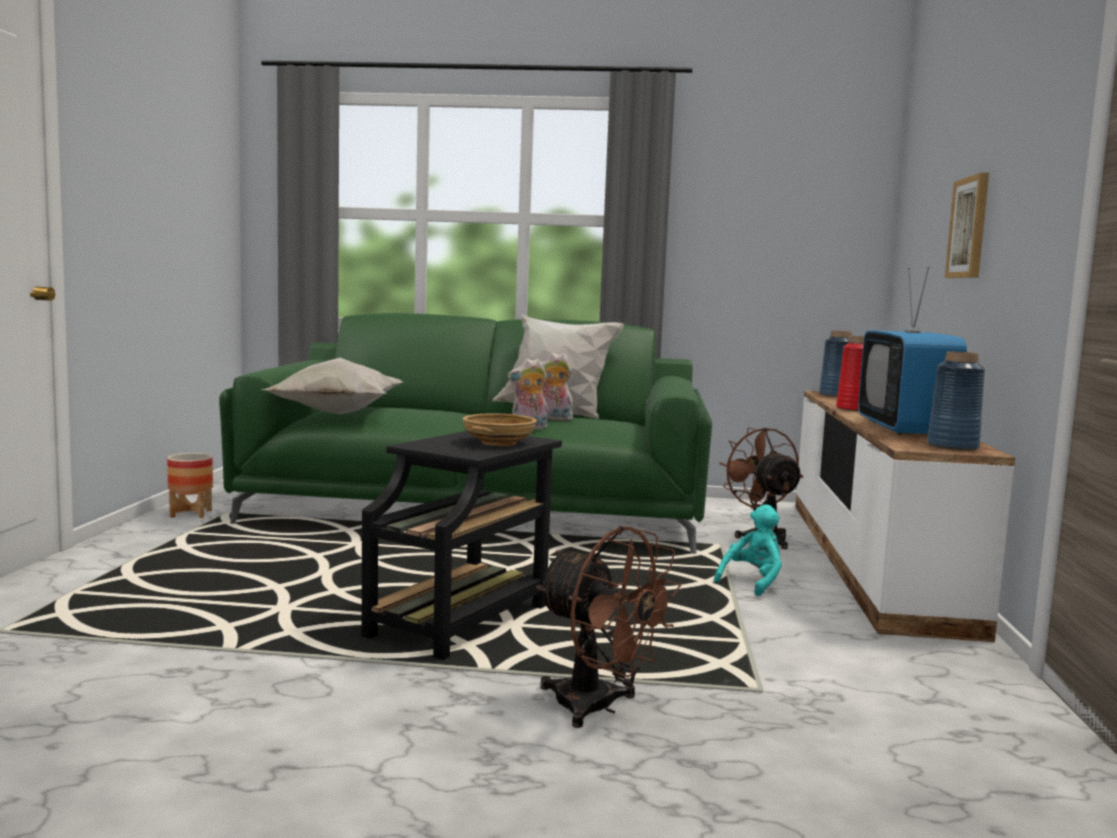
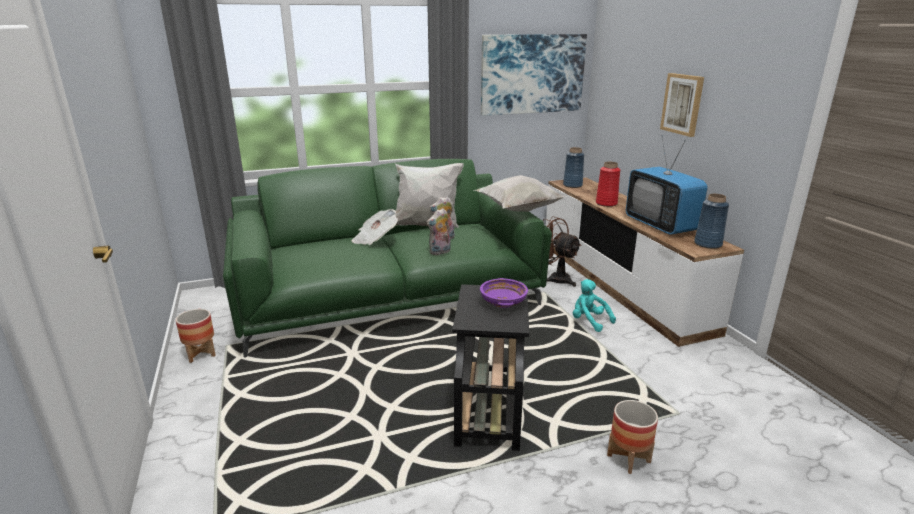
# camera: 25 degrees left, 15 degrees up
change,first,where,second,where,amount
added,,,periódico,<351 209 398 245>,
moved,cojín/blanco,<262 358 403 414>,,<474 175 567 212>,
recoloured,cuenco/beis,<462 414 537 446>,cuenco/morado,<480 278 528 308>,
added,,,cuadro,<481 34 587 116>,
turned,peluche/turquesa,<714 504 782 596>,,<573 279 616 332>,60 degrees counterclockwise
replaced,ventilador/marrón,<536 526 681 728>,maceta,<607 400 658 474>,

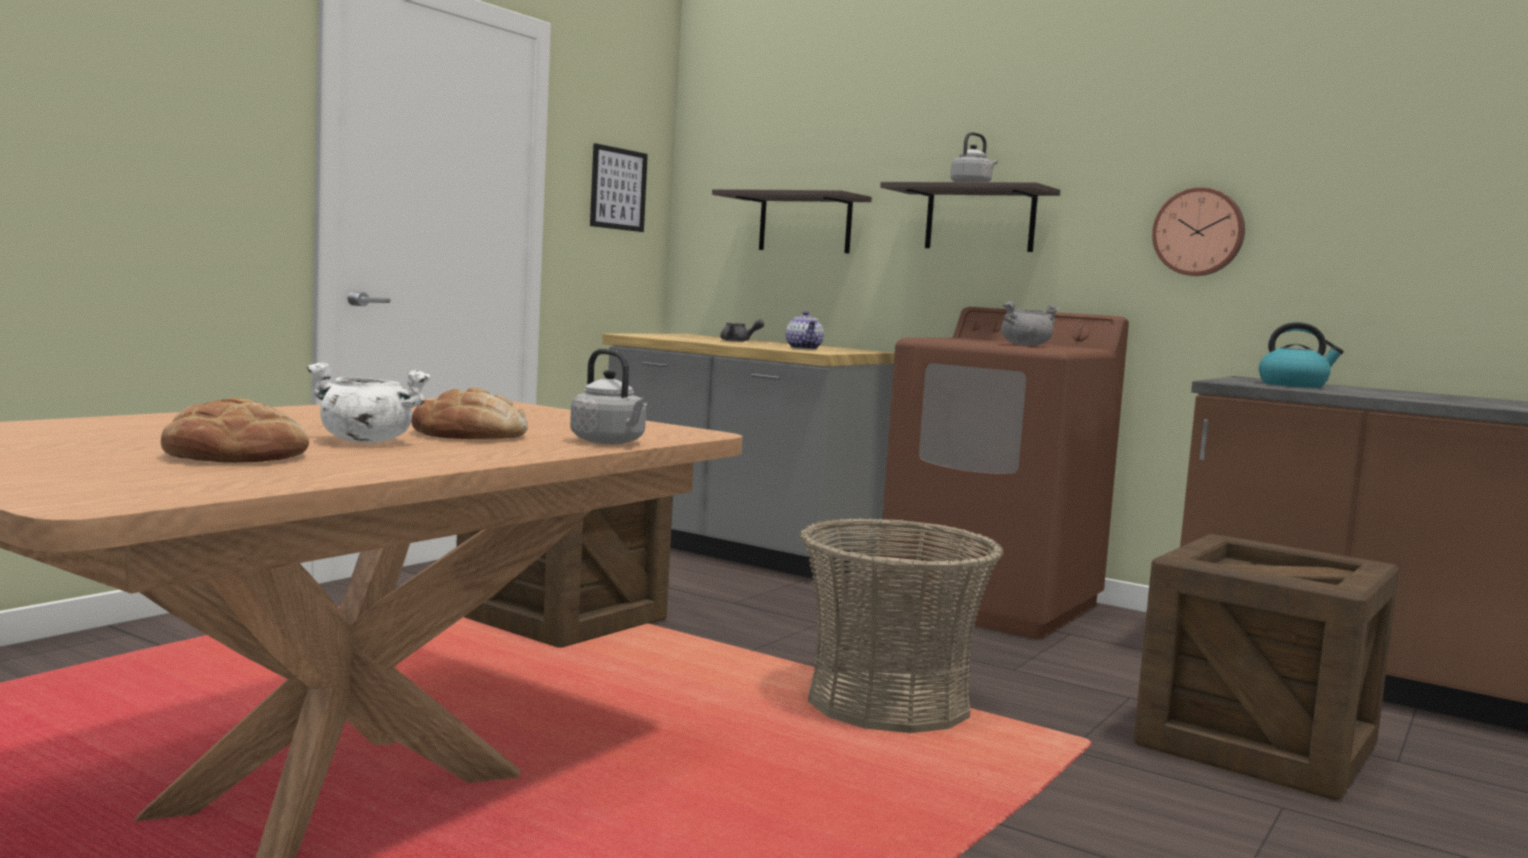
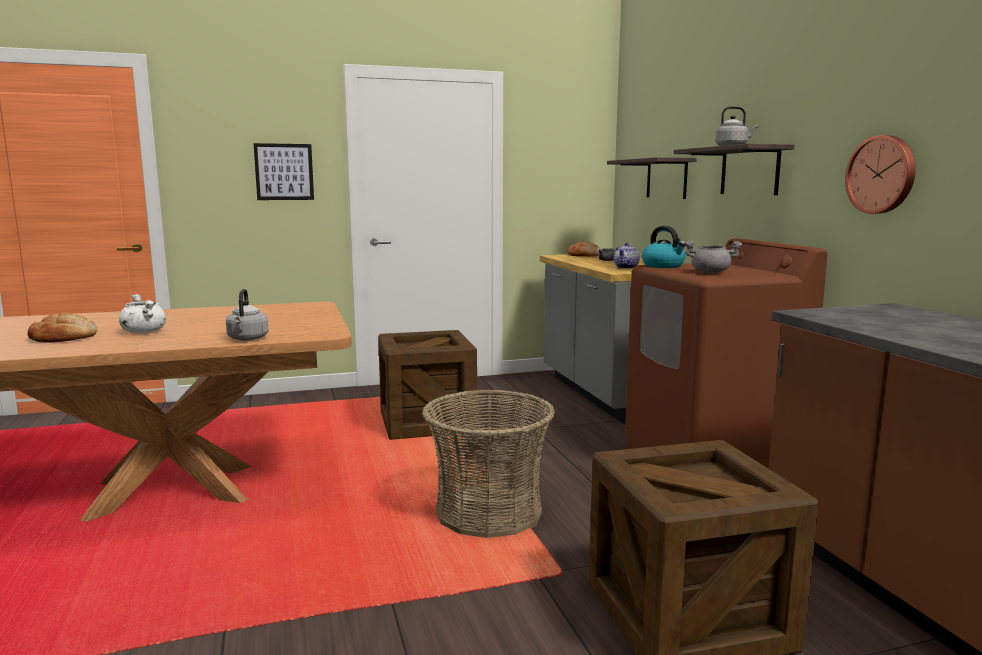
# camera: 40 degrees right, 5 degrees up
change,first,where,second,where,amount
moved,cuadro,<590 143 648 232>,,<254 143 314 200>,
moved,pan,<411 388 528 439>,,<567 241 601 256>,
moved,hervidor,<1259 322 1344 388>,,<642 226 685 268>,

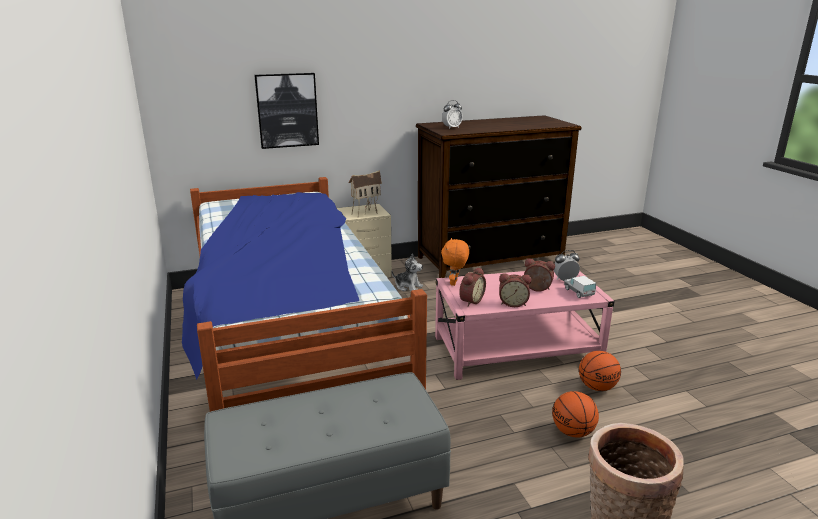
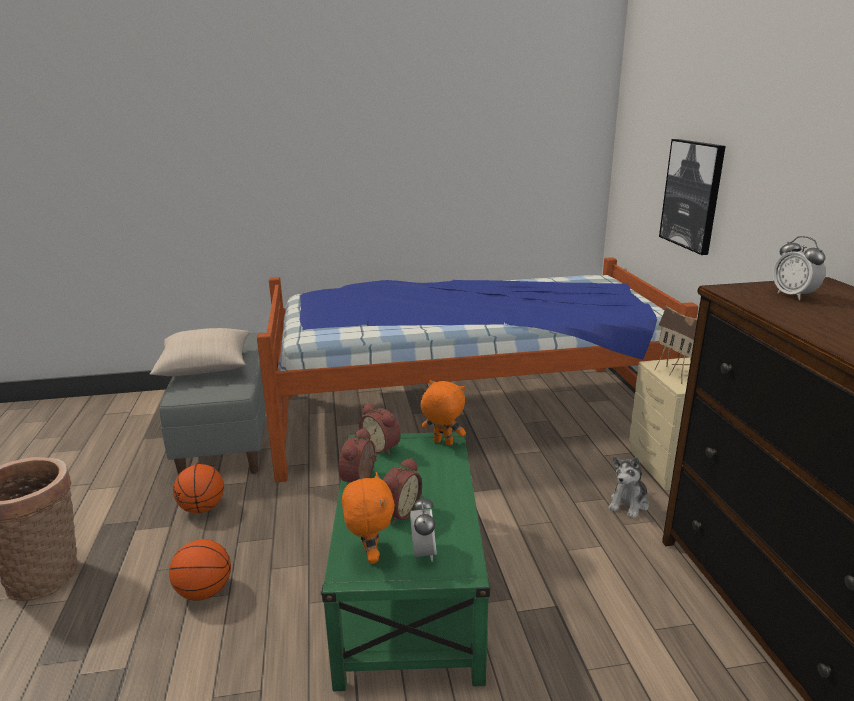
# camera: 100 degrees right, 0 degrees up
change,first,where,second,where,amount
added,,,cojín/beis,<150 328 249 376>,
moved,balón de baloncesto,<579 351 621 391>,,<173 464 224 513>,
recoloured,mesa de centro/rosa,<435 270 615 380>,mesa de centro/verde,<321 432 491 691>,
replaced,camión de juguete,<564 276 597 298>,peluche/naranja,<342 472 395 564>,

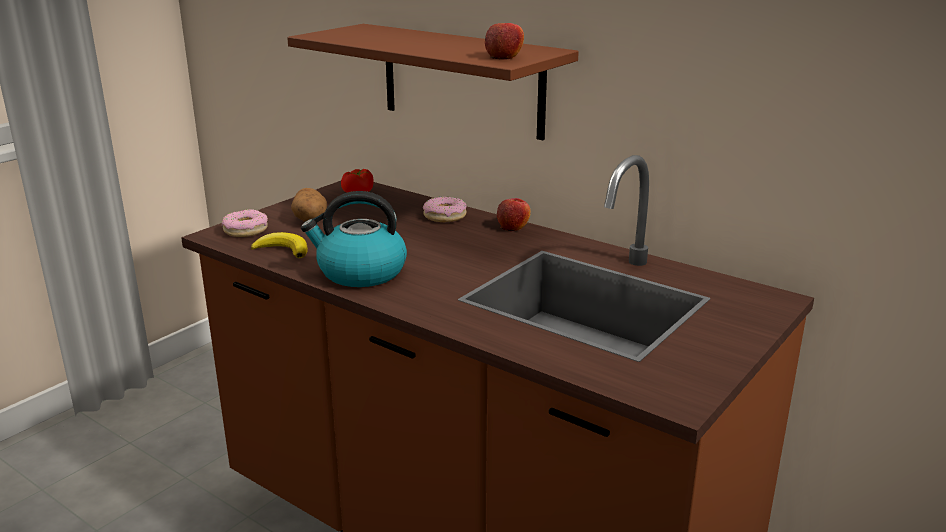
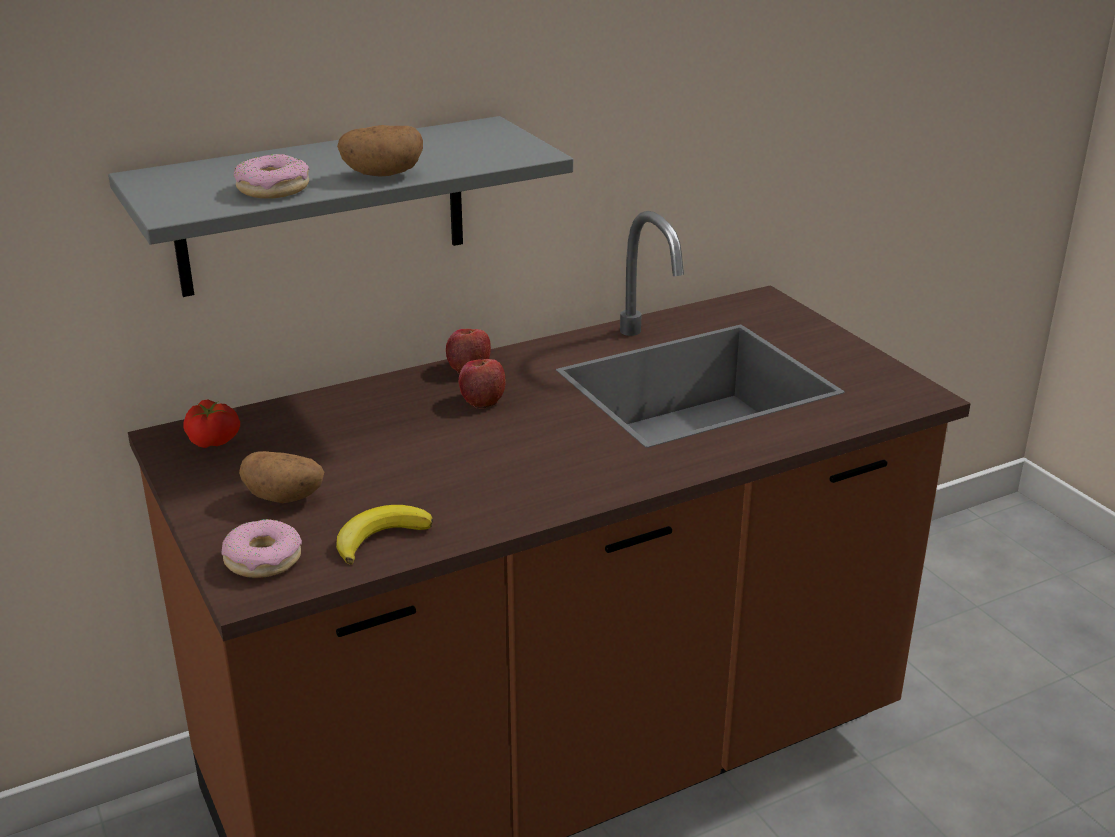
# camera: 65 degrees left, 5 degrees up
change,first,where,second,where,amount
recoloured,estante/marrón,<287 24 579 140>,estante/gris,<108 116 573 297>,
moved,rosquilla,<423 197 466 222>,,<233 154 309 199>,
added,,,patata,<337 125 423 177>,
moved,manzana,<485 23 524 60>,,<459 359 506 409>,
removed,hervidor,<301 191 407 287>,,,

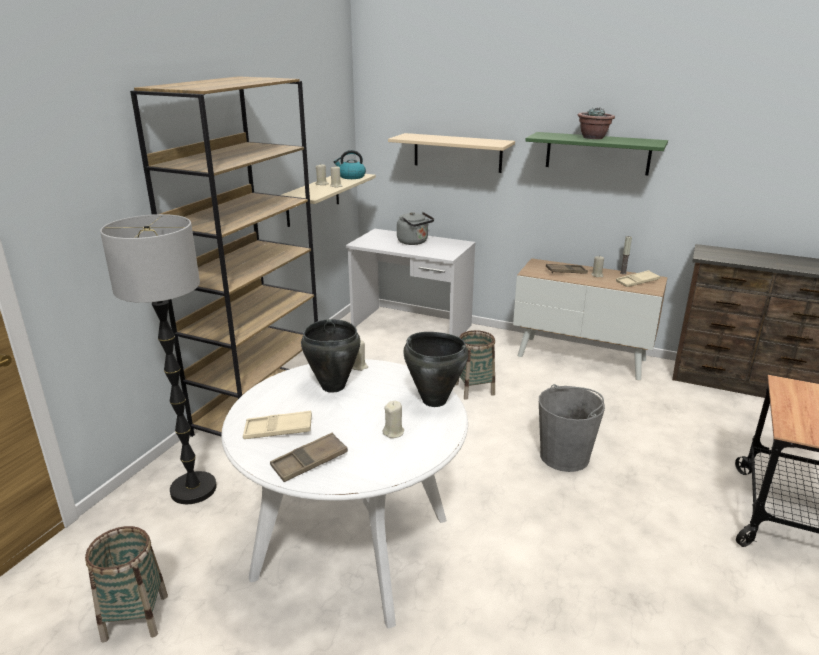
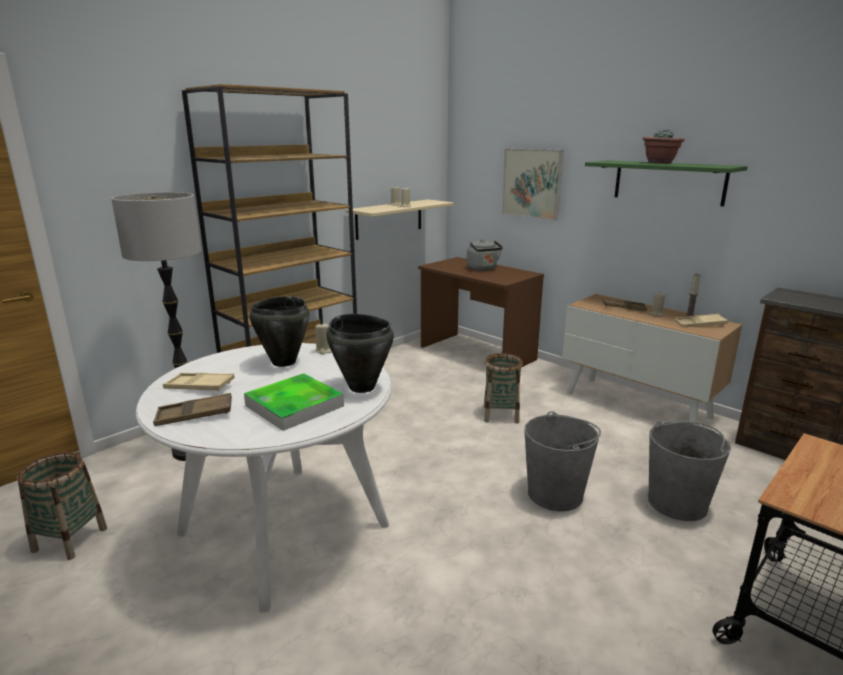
# camera: 20 degrees right, 5 degrees down
change,first,where,second,where,amount
replaced,vela/beis,<382 401 404 438>,bandeja,<244 373 344 431>,
recoloured,escritorio/blanco,<346 229 476 337>,escritorio/marrón,<418 257 544 367>,
replaced,estante/beis,<388 133 515 173>,cuadro,<502 148 564 221>,
added,,,cubo/gris,<648 421 731 521>,
removed,hervidor,<334 150 366 179>,,,

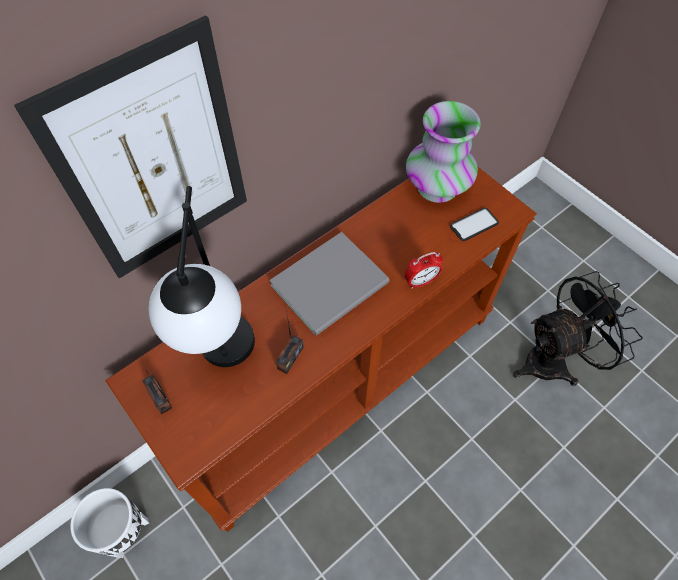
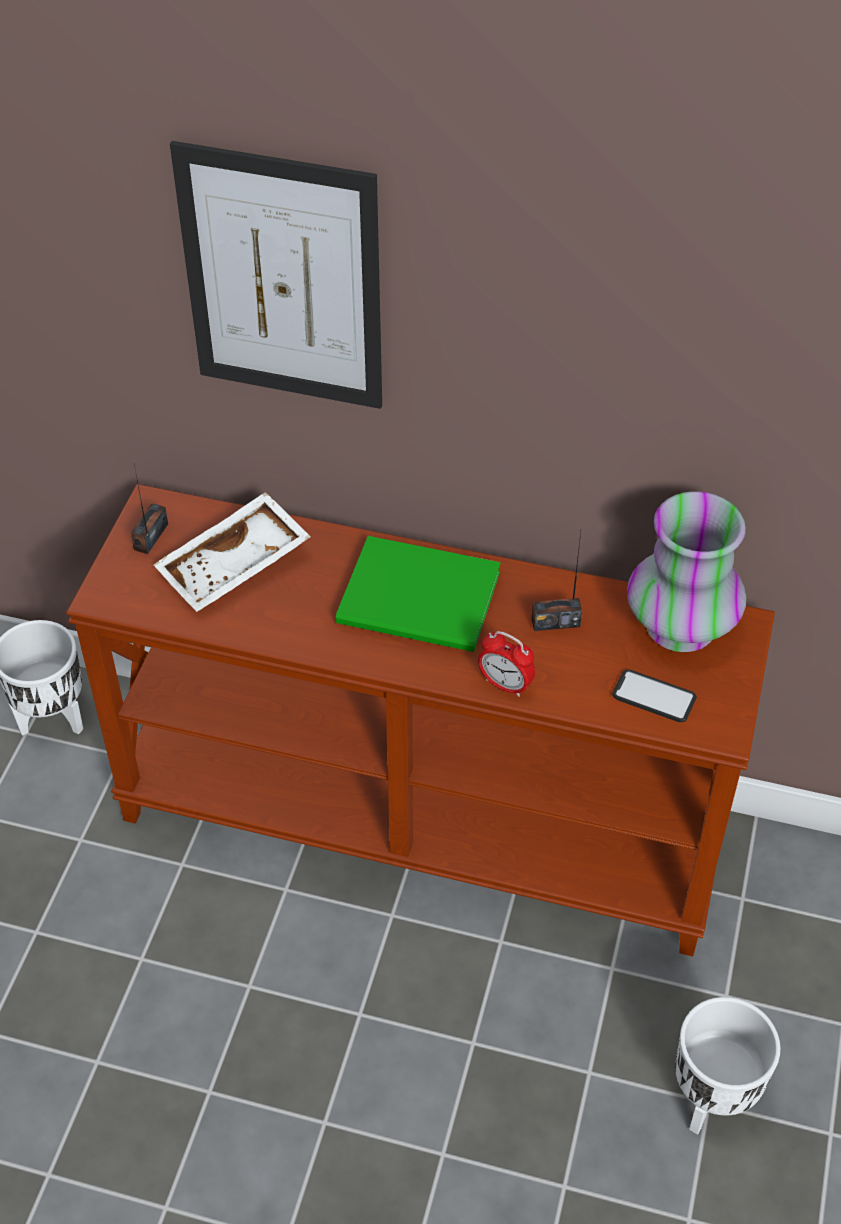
# camera: 55 degrees right, 10 degrees down
change,first,where,second,where,amount
replaced,lámpara de mesa,<149 186 255 367>,bandeja/blanco,<153 492 311 612>,
recoloured,libro/gris,<269 232 389 336>,libro/verde,<336 536 501 652>,
moved,radio,<275 304 304 374>,,<532 532 582 631>,
replaced,ventilador/negro,<513 271 643 386>,maceta/blanco,<675 997 781 1135>,

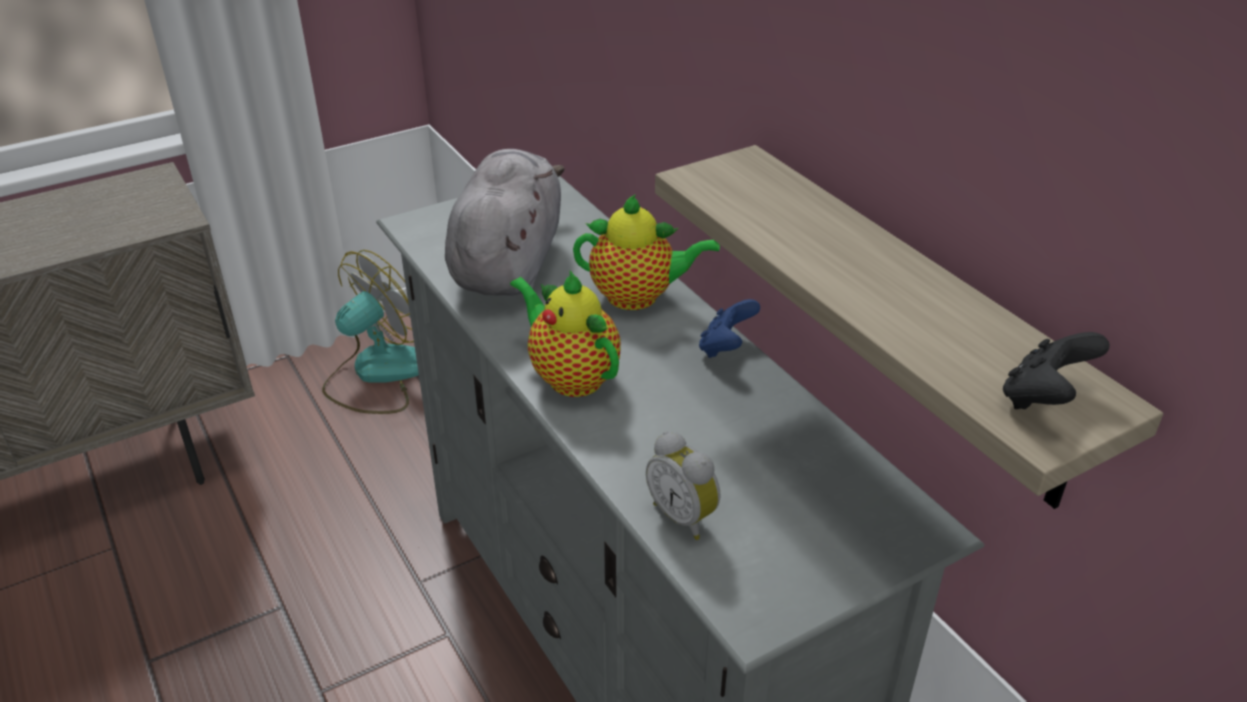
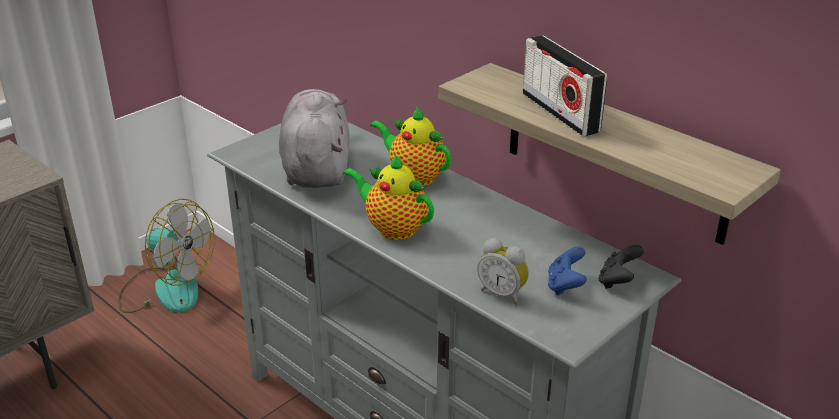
# camera: 15 degrees left, 5 degrees down
change,first,where,second,where,amount
turned,ventilador,<322 250 419 414>,,<118 199 215 313>,90 degrees clockwise
turned,tetera,<573 194 720 310>,,<370 106 451 186>,135 degrees counterclockwise
added,,,radio,<523 35 607 136>,
moved,mando de consola/azul,<699 299 760 358>,,<548 247 587 295>,
moved,mando de consola/negro,<1003 332 1110 409>,,<598 245 644 289>,

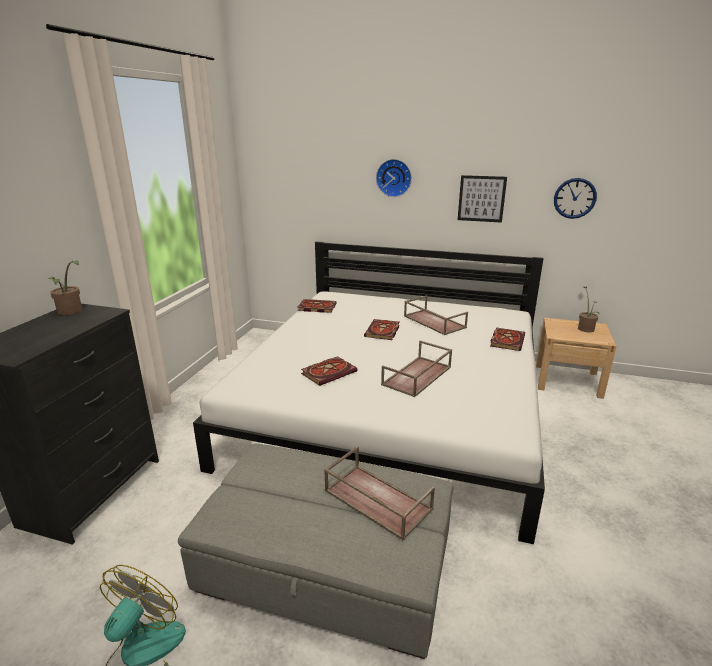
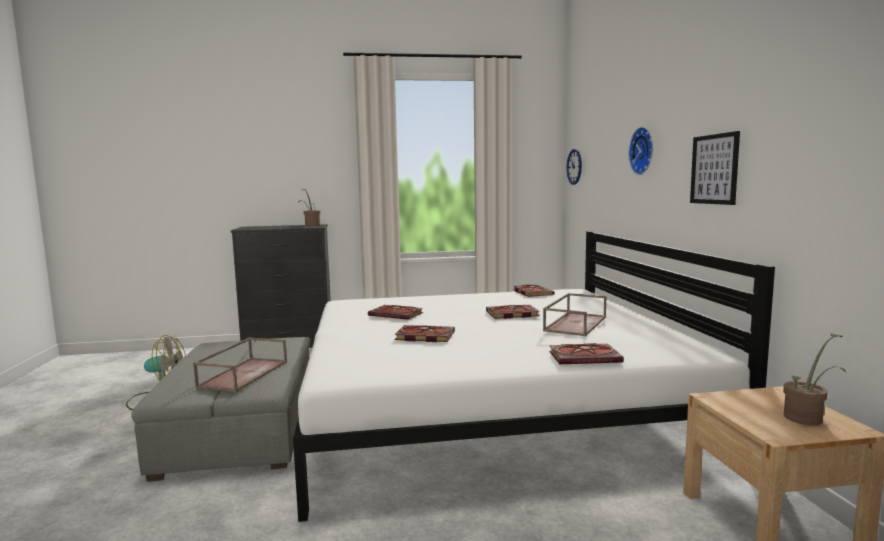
# camera: 65 degrees right, 15 degrees down
change,first,where,second,where,amount
replaced,bandeja/marrón,<381 340 452 397>,libro,<394 325 455 342>,
moved,reloj de pared,<554 178 597 219>,,<567 149 582 185>,

